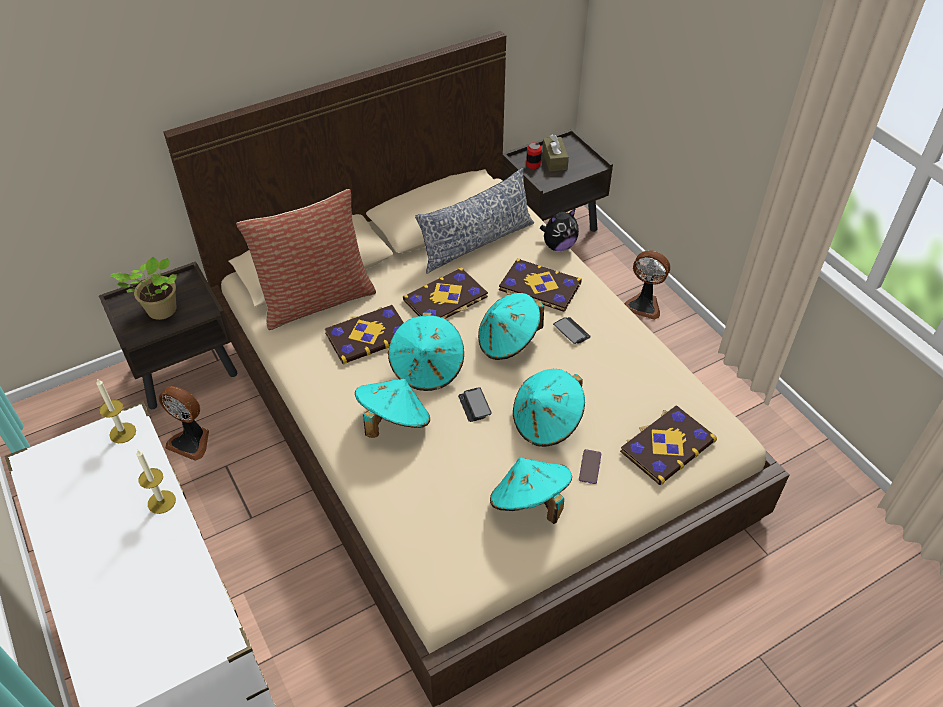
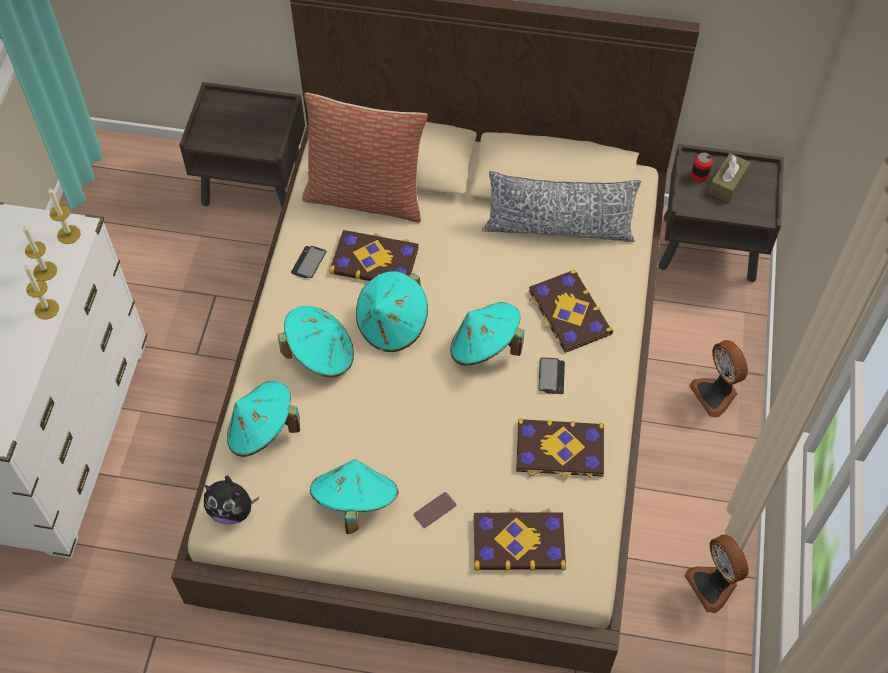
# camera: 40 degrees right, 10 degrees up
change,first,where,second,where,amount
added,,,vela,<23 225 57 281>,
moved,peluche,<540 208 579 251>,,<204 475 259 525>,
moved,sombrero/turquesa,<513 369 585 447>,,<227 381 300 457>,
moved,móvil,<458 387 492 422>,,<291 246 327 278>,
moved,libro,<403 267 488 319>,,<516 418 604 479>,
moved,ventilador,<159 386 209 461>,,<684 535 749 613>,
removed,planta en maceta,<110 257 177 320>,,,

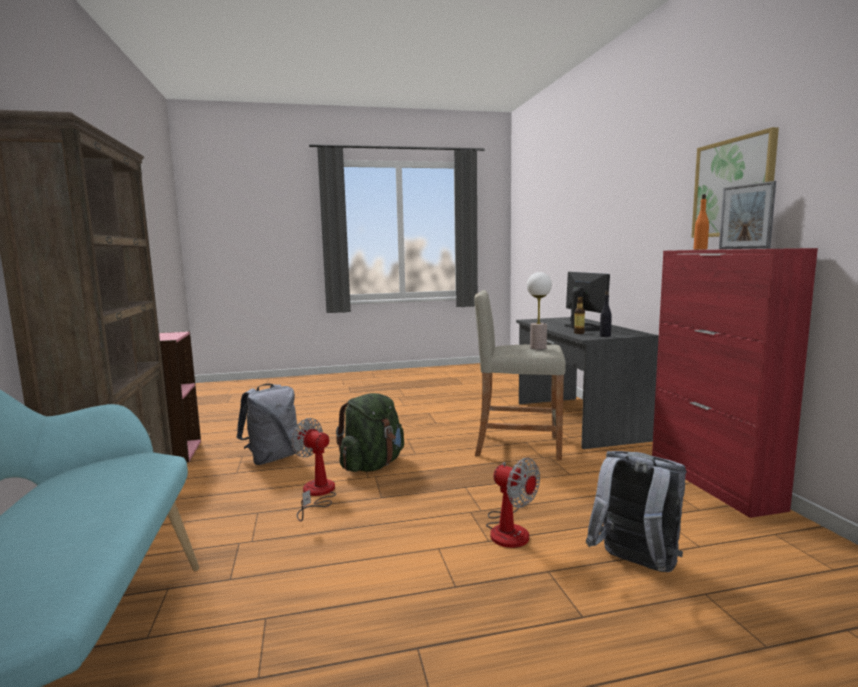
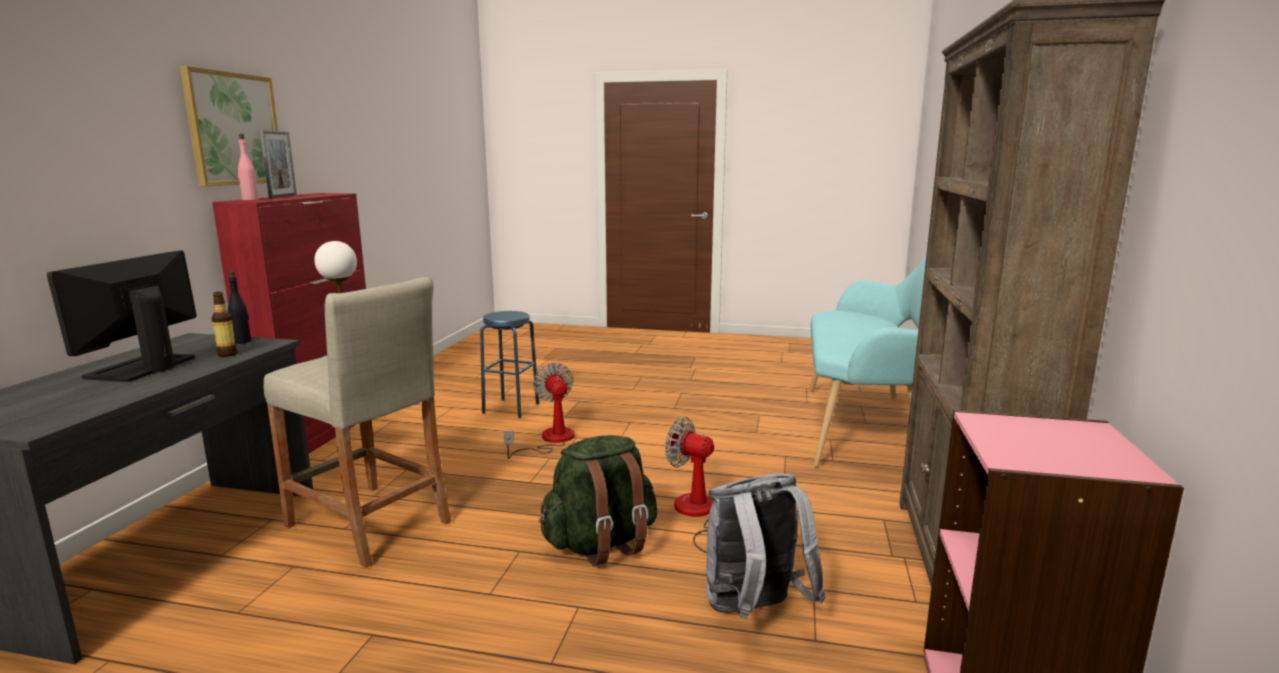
# camera: 155 degrees left, 5 degrees up
change,first,where,second,where,amount
recoloured,botella/naranja,<694 194 709 250>,botella/rosa,<238 134 259 200>,
replaced,mochila/gris,<586 451 687 572>,taburete/azul,<480 311 539 418>,
turned,ventilador,<291 418 336 521>,,<665 417 714 553>,150 degrees clockwise

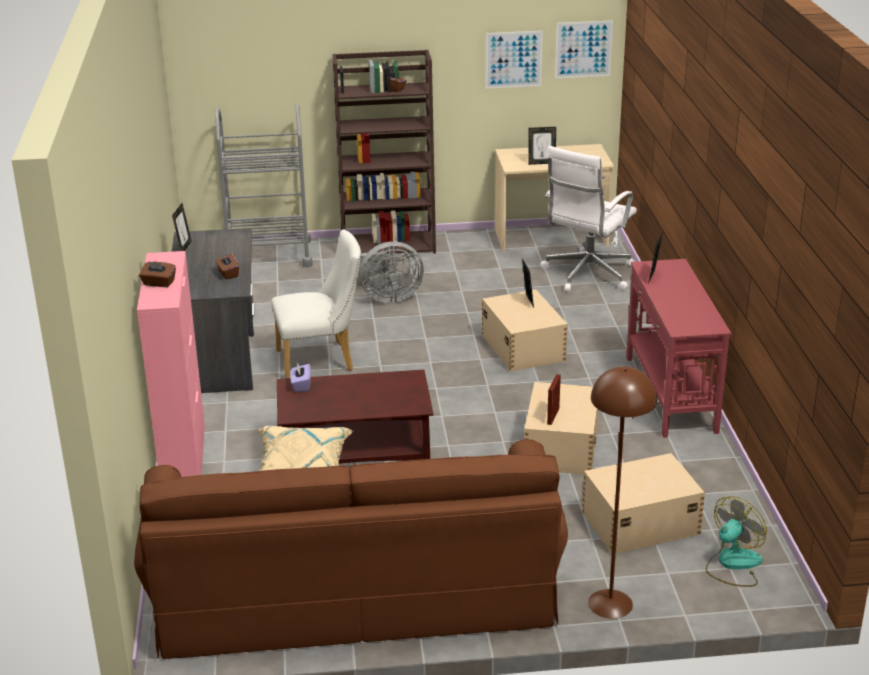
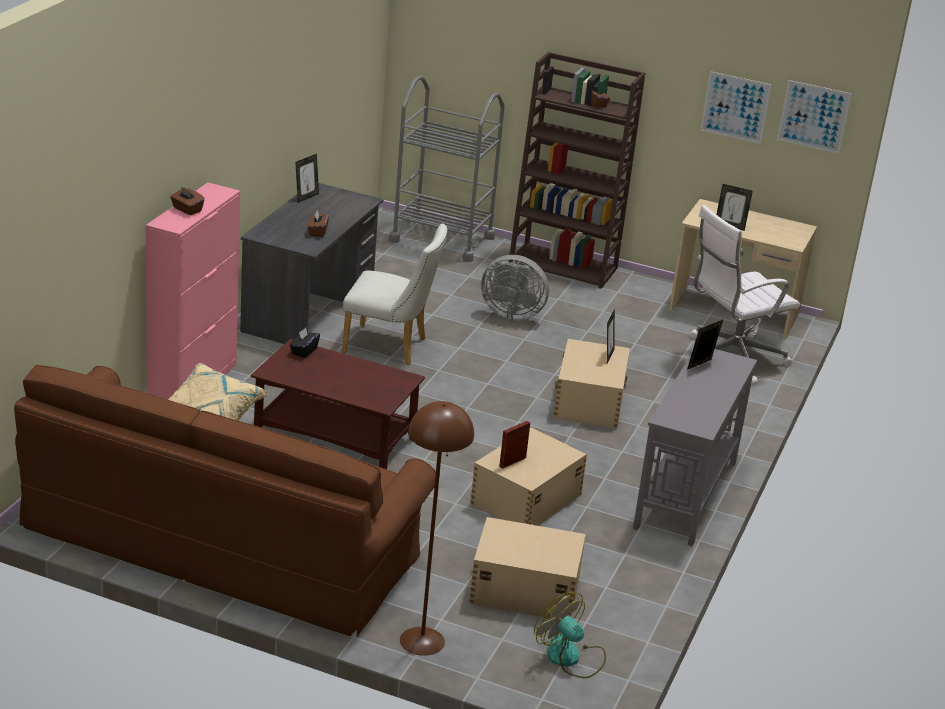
# camera: 25 degrees right, 0 degrees up
change,first,where,second,where,amount
recoloured,caja de pañuelos/morado,<291 362 311 392>,caja de pañuelos/negro,<290 328 320 358>,
turned,ventilador,<706 496 767 587>,,<534 592 606 678>,120 degrees counterclockwise
recoloured,mesa consola/rojo,<626 259 732 438>,mesa consola/gris,<633 349 757 546>,

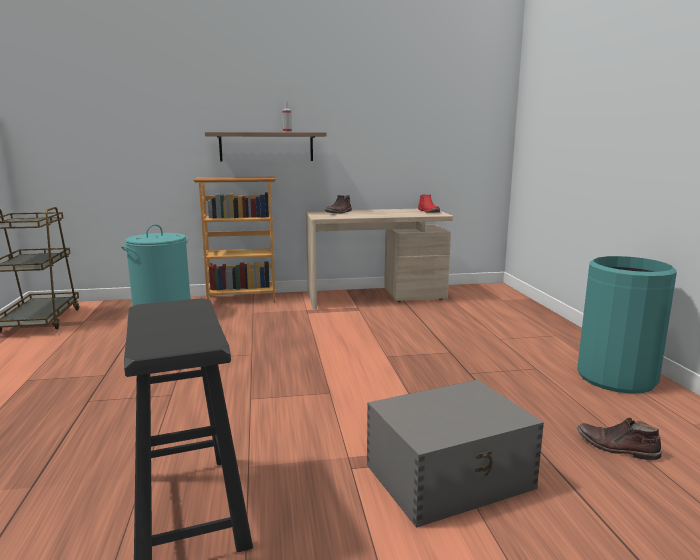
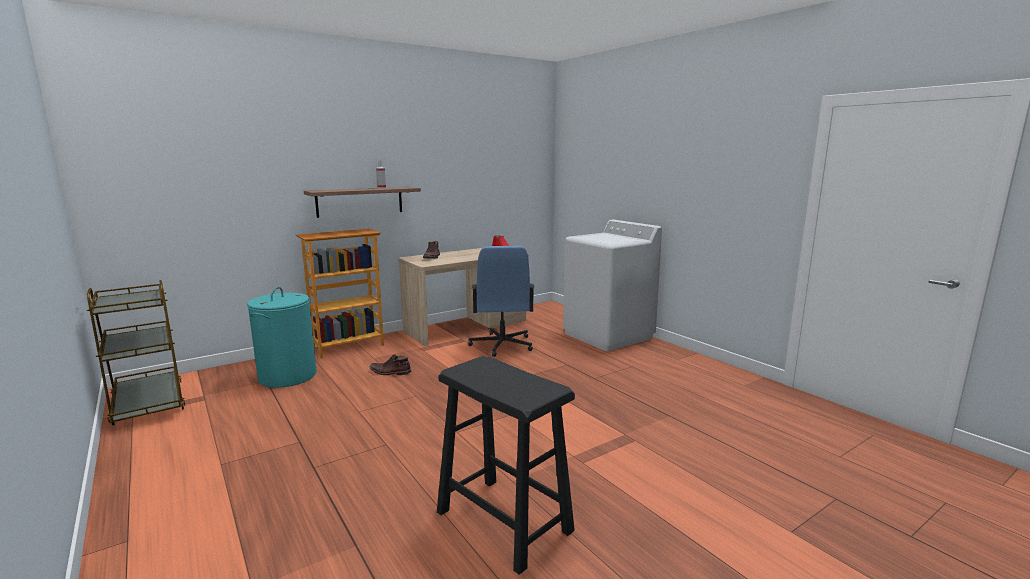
# camera: 25 degrees left, 0 degrees up
change,first,where,second,where,amount
moved,bota/marrón,<577 418 662 460>,,<370 354 411 375>,
added,,,silla de oficina/azul,<468 246 535 357>,
added,,,lavadora/blanco,<563 220 662 351>,
removed,caja de almacenaje/gris,<367 380 544 528>,,,
removed,papelera/turquesa,<577 256 677 394>,,,

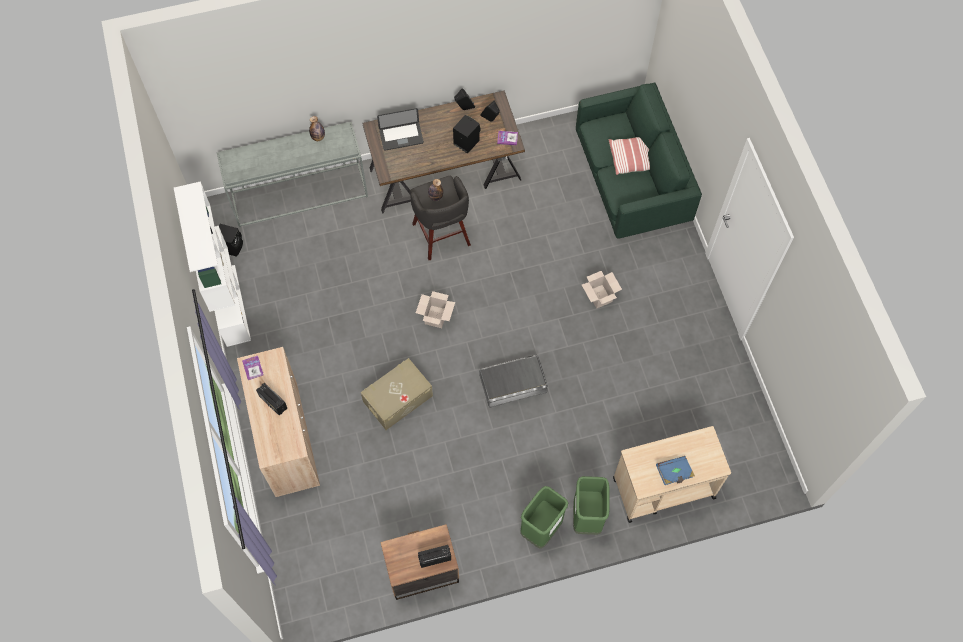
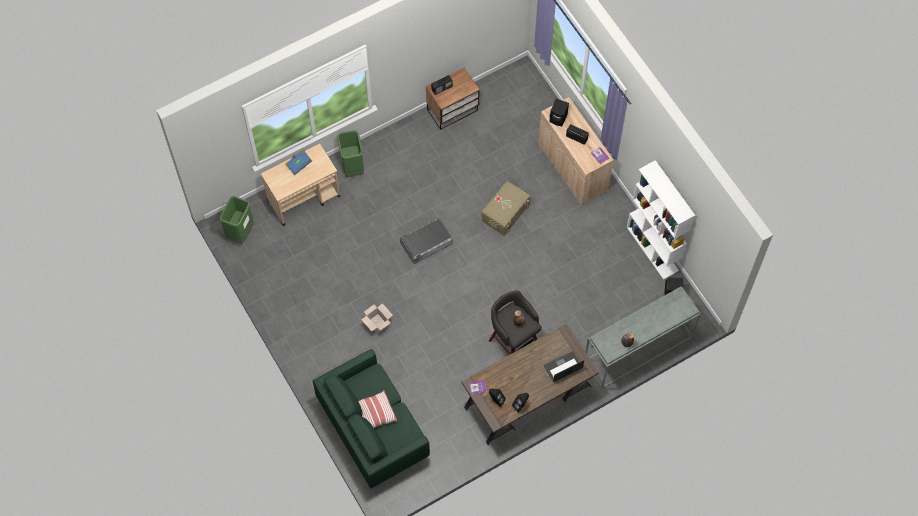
# camera: 165 degrees right, 0 degrees up
change,first,where,second,where,amount
moved,papelera/verde,<520 486 568 549>,,<220 196 254 244>,
moved,altavoz/negro,<453 115 480 154>,,<549 99 569 126>,
removed,caja de cartón,<416 291 455 328>,,,

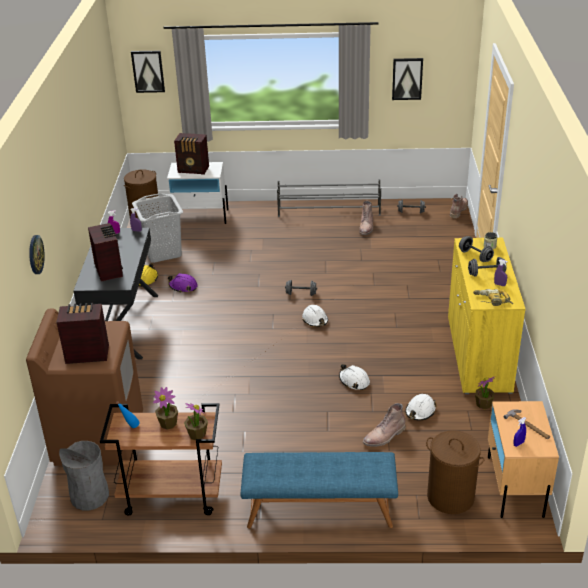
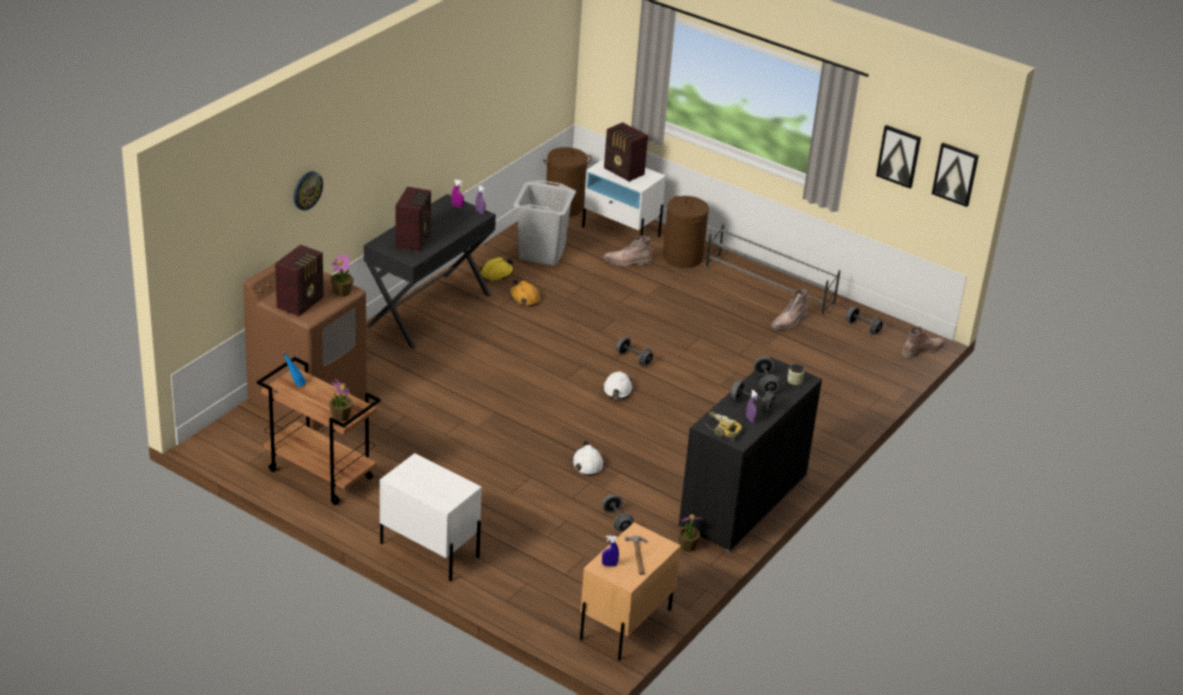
# camera: 30 degrees right, 0 degrees up
change,first,where,second,where,amount
turned,radio,<56 303 109 364>,,<275 245 324 316>,90 degrees clockwise
moved,planta en maceta,<153 387 178 430>,,<331 254 354 297>,
replaced,banco/azul,<240 452 398 528>,mesita de noche/blanco,<380 453 482 581>,
recoloured,casco/morado,<168 273 198 293>,casco/naranja,<509 279 540 307>,
replaced,casco/blanco,<405 394 437 421>,mancuerna/gris,<602 494 634 532>,
moved,bota/marrón,<363 403 406 447>,,<603 236 652 266>,
moved,cesto de la ropa/marrón,<426 430 484 514>,,<663 196 709 268>,
recoloured,armario/amarillo,<448 238 526 394>,armario/negro,<679 357 822 552>,
moved,cuadro,<131 51 165 93>,,<932 143 979 207>,
removed,papelera/gris,<59 441 109 510>,,,

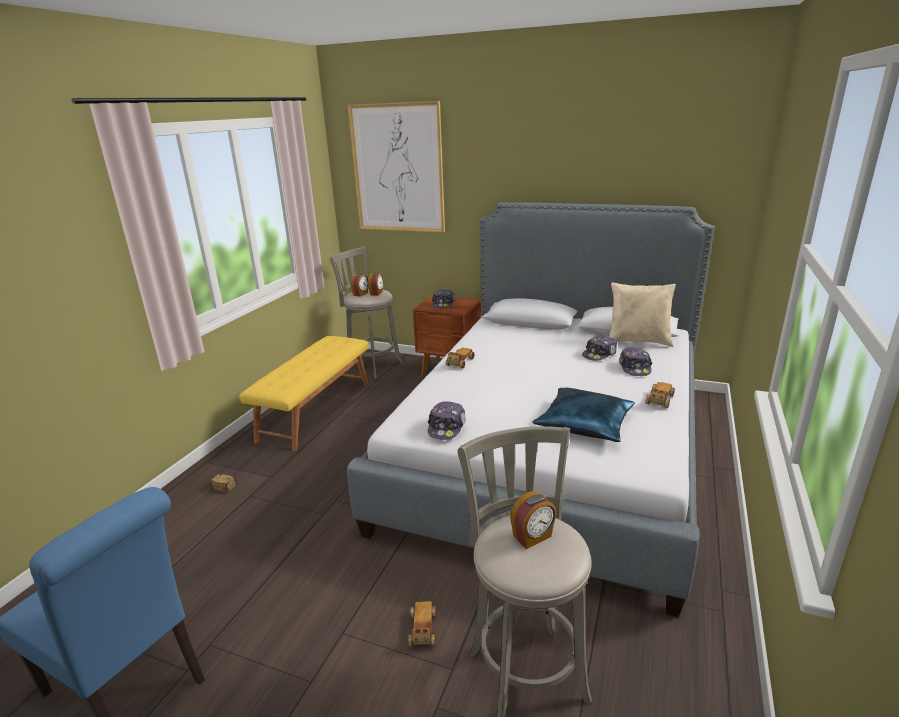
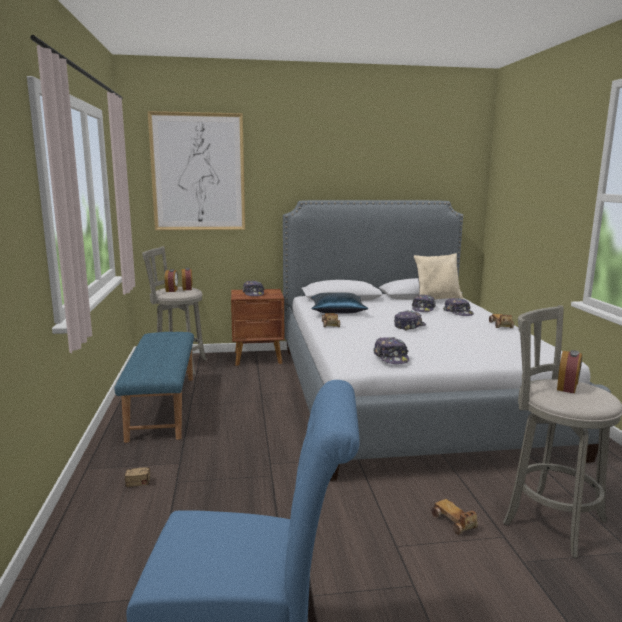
# camera: 30 degrees left, 10 degrees down
change,first,where,second,where,amount
recoloured,banco/amarillo,<239 336 369 451>,banco/azul,<114 332 194 443>,
moved,cojín/azul,<532 388 635 442>,,<311 292 368 314>,
added,,,gorra,<394 310 426 331>,

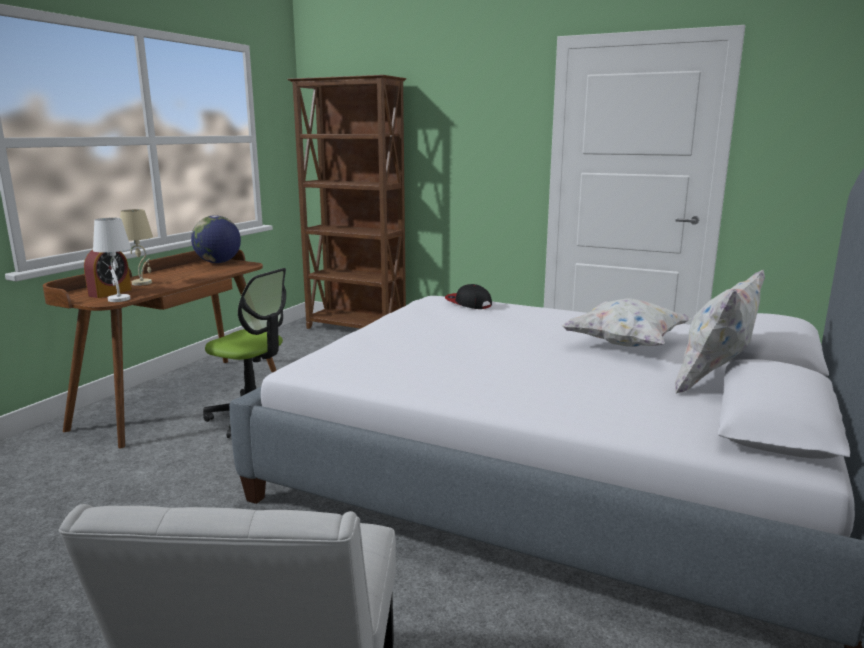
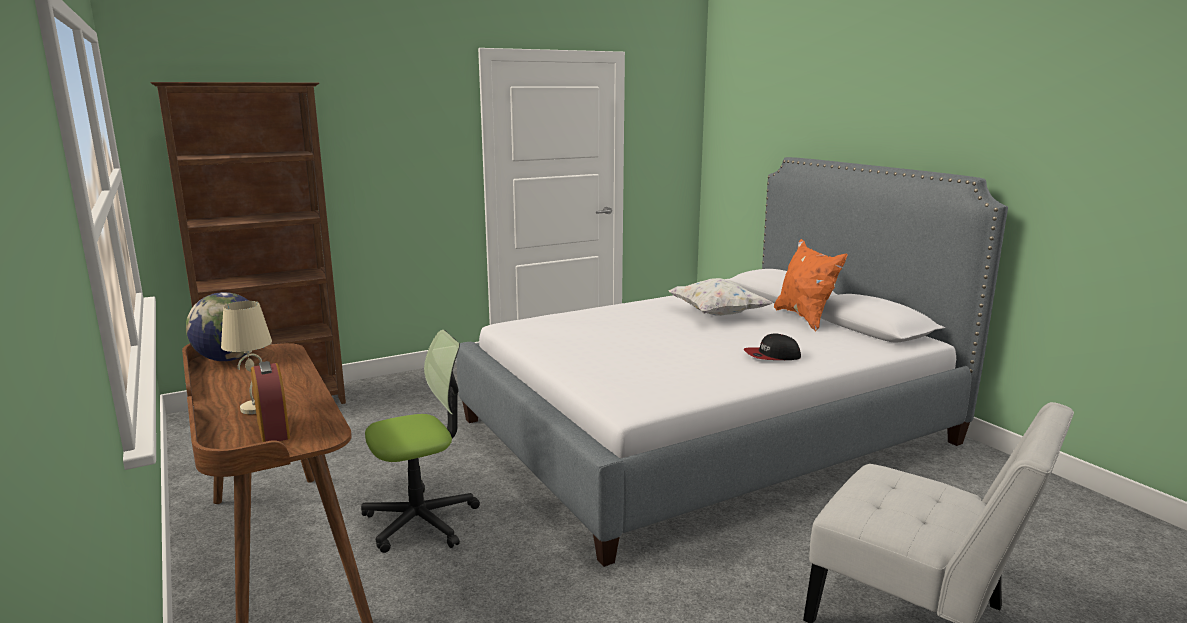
# camera: 55 degrees left, 0 degrees up
change,first,where,second,where,amount
moved,gorra,<445 284 492 309>,,<744 333 801 360>,
recoloured,cojín/blanco,<675 269 765 393>,cojín/naranja,<774 239 848 331>,
removed,lámpara de mesa/blanco,<93 218 131 302>,,,

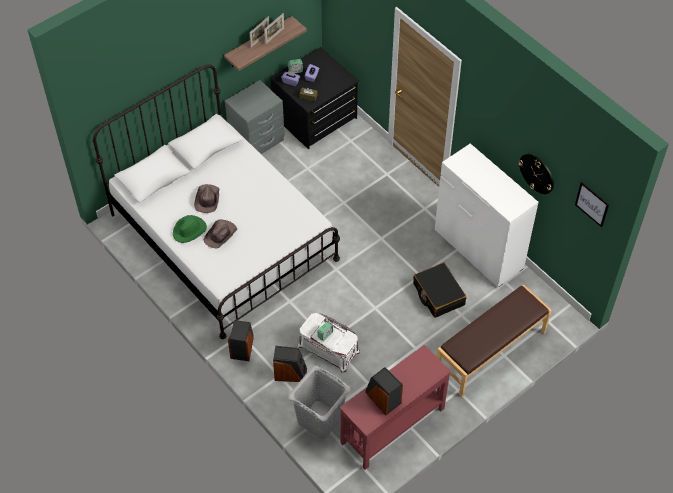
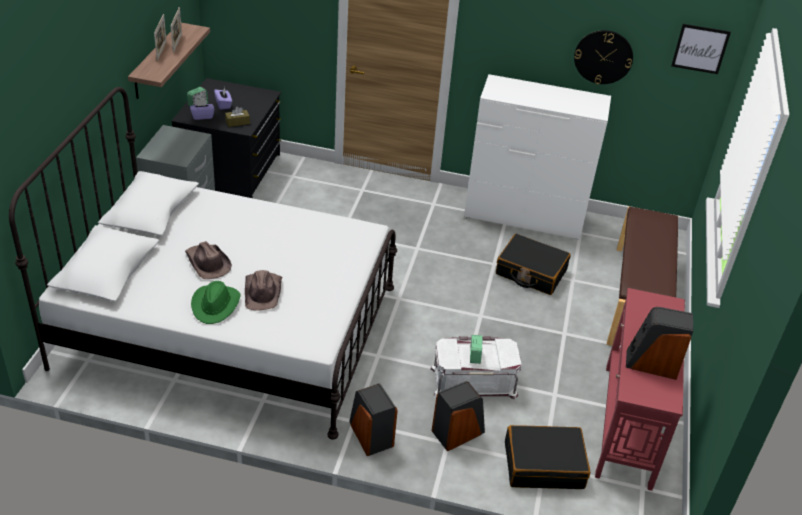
# camera: 40 degrees left, 15 degrees down
change,first,where,second,where,amount
replaced,cesto de la ropa/gris,<288 366 351 439>,maleta/negro,<505 425 590 489>,

